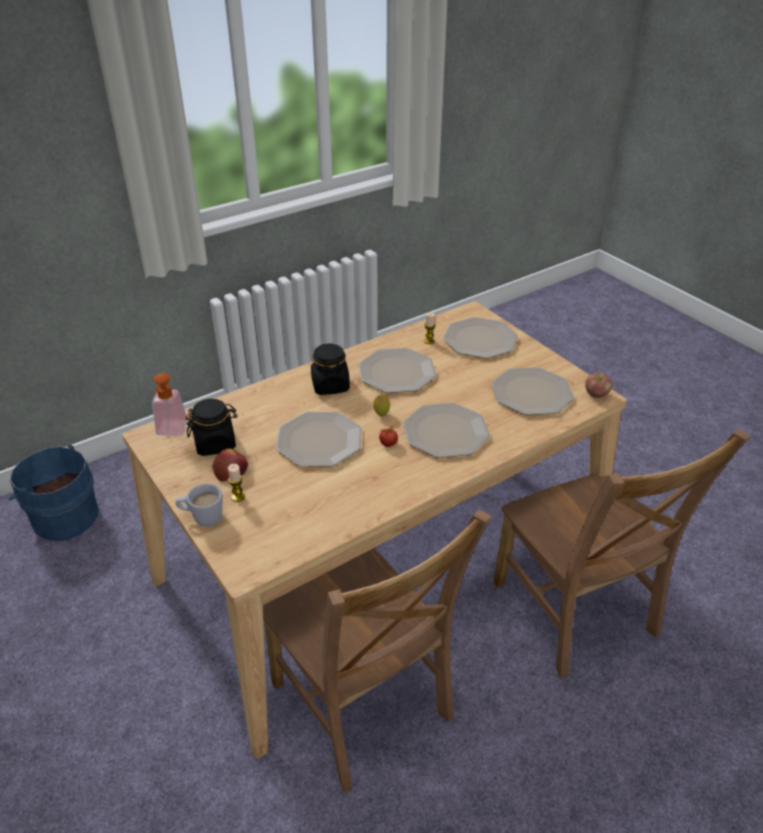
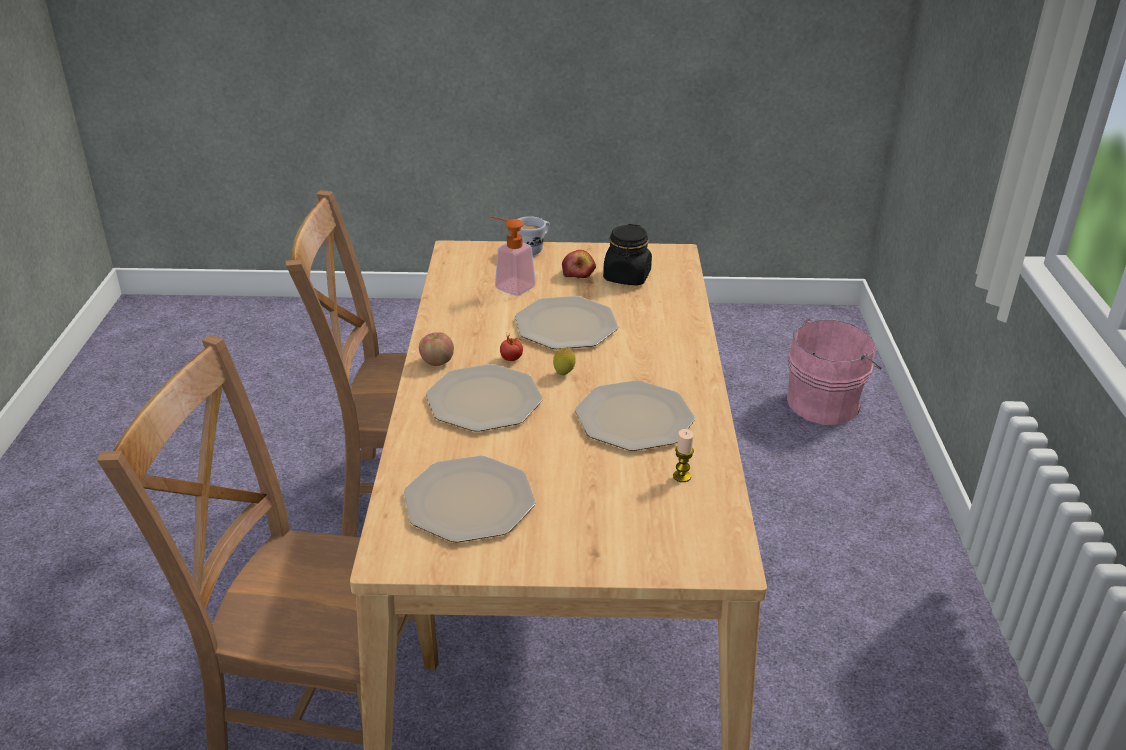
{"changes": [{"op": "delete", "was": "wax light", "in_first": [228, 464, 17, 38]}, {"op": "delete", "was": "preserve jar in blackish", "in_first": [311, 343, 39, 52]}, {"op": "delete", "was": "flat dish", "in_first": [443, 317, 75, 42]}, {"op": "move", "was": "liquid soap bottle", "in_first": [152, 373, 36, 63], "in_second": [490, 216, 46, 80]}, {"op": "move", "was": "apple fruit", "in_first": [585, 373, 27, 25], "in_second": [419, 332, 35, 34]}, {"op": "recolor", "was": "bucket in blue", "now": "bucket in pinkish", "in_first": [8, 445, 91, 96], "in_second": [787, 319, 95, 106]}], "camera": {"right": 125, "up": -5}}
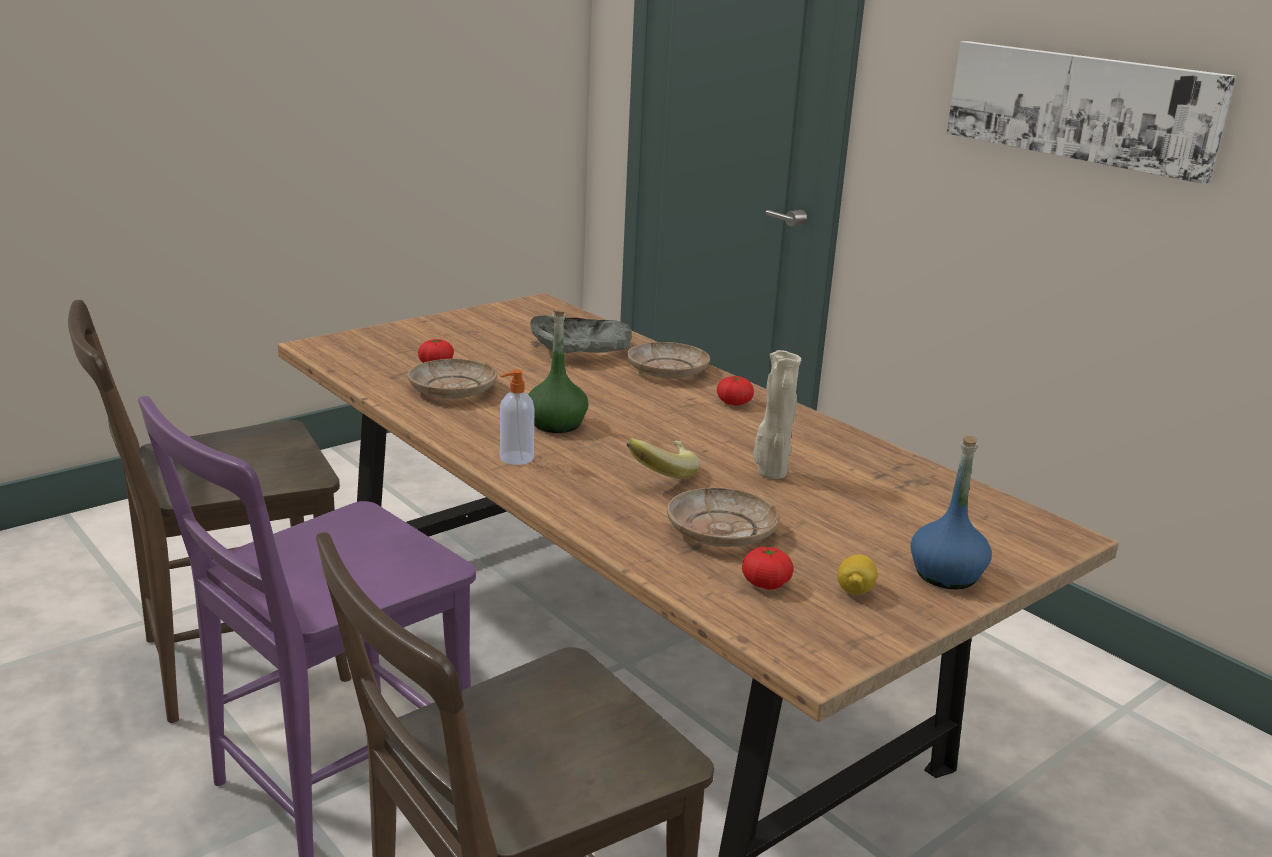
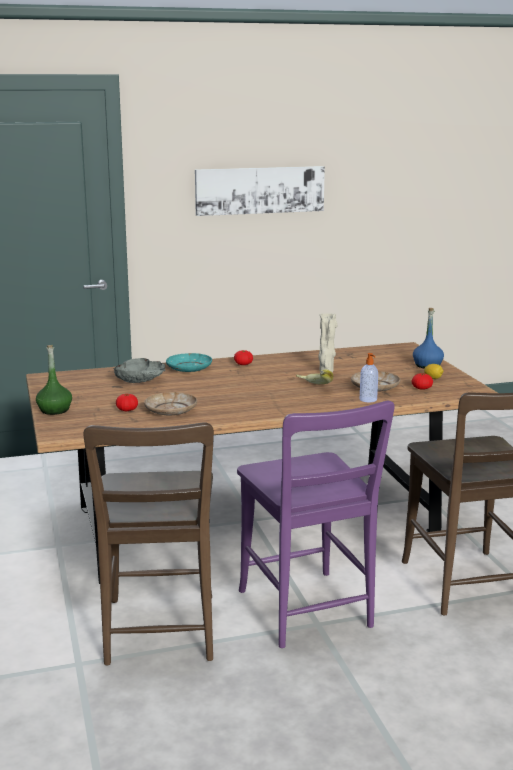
{"changes": [{"op": "move", "was": "liquid soap bottle", "in_first": [500, 369, 34, 96], "in_second": [360, 353, 18, 49]}, {"op": "move", "was": "beverage bottle in green", "in_first": [528, 310, 61, 123], "in_second": [36, 345, 36, 70]}, {"op": "recolor", "was": "flat dish in beige", "now": "flat dish in blue-green", "in_first": [627, 342, 83, 36], "in_second": [166, 353, 46, 19]}], "camera": {"right": -65, "up": -5}}
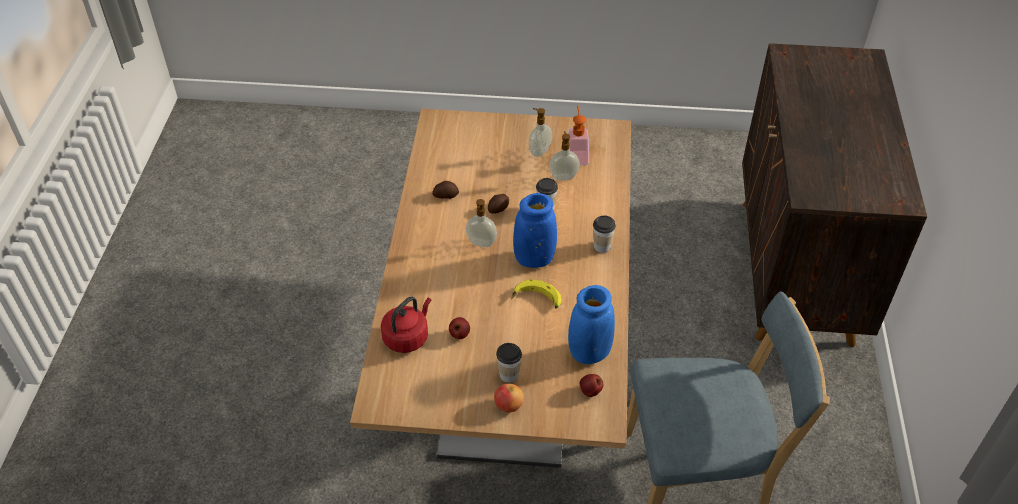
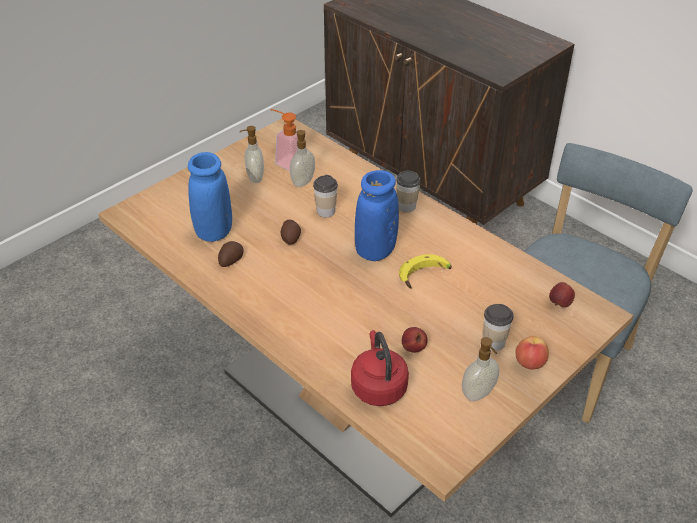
{"changes": [{"op": "move", "was": "liquid soap bottle", "in_first": [466, 199, 31, 48], "in_second": [462, 337, 38, 64]}, {"op": "move", "was": "flower vase in blue", "in_first": [568, 285, 47, 79], "in_second": [188, 152, 44, 90]}], "camera": {"right": -50, "up": -5}}
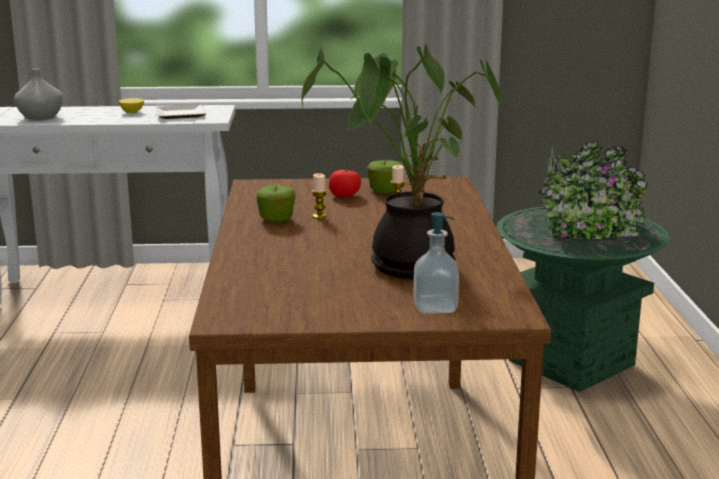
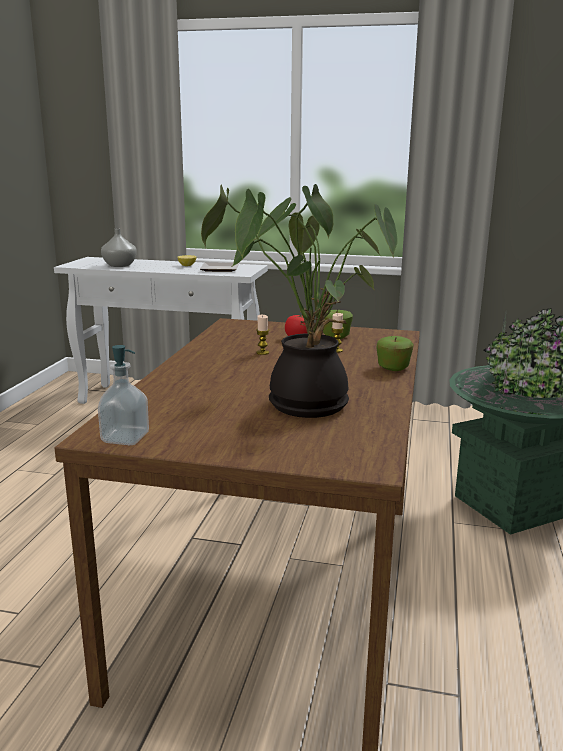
{"changes": [{"op": "move", "was": "apple fruit", "in_first": [257, 185, 38, 38], "in_second": [377, 336, 37, 35]}, {"op": "move", "was": "liquid soap bottle", "in_first": [413, 212, 46, 102], "in_second": [98, 345, 51, 100]}], "camera": {"right": 15, "up": 0}}
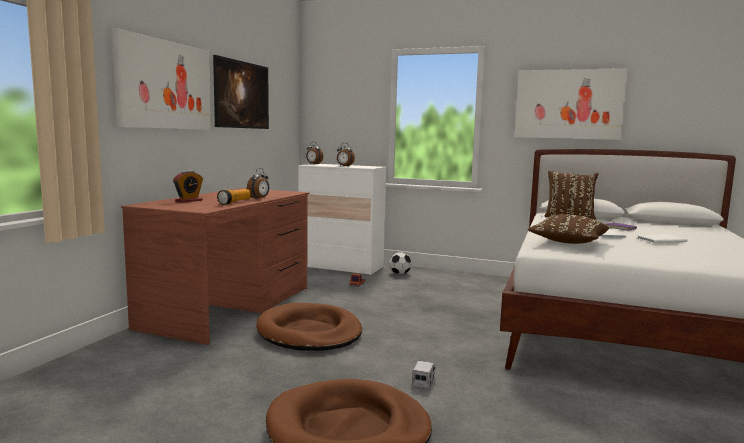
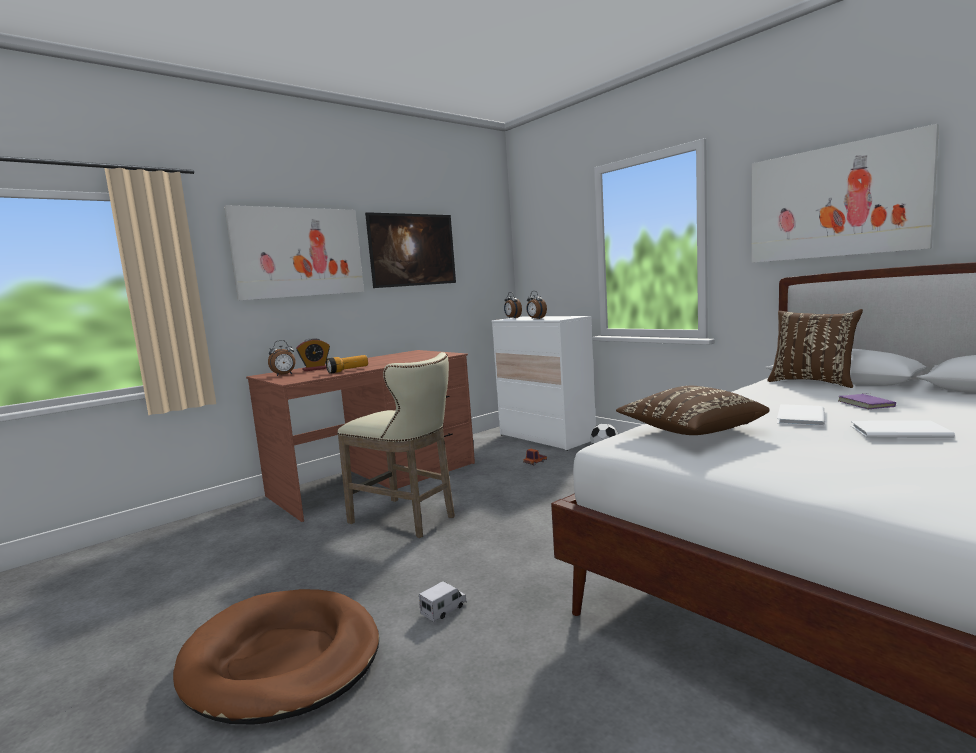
{"changes": [{"op": "move", "was": "bedside clock", "in_first": [247, 168, 22, 31], "in_second": [268, 340, 27, 36]}, {"op": "replace", "was": "dog cushion in brownish", "now": "stool seat in beige", "in_first": [256, 302, 106, 49], "in_second": [337, 352, 118, 186]}], "camera": {"right": 30, "up": 0}}
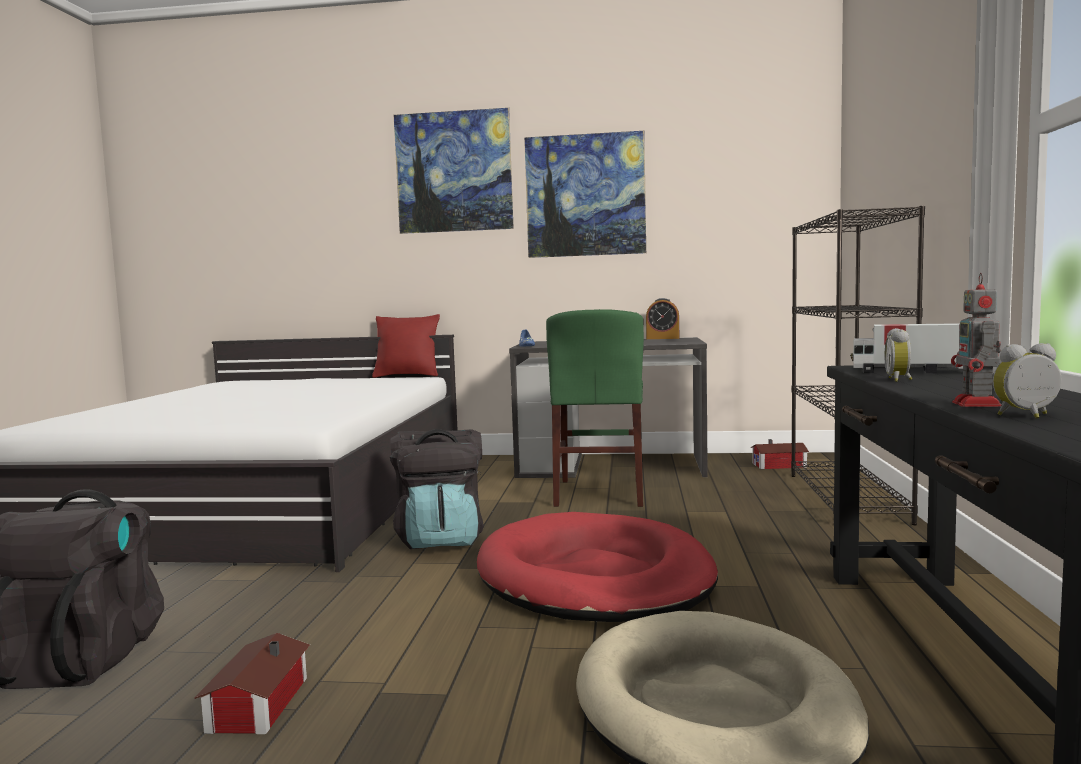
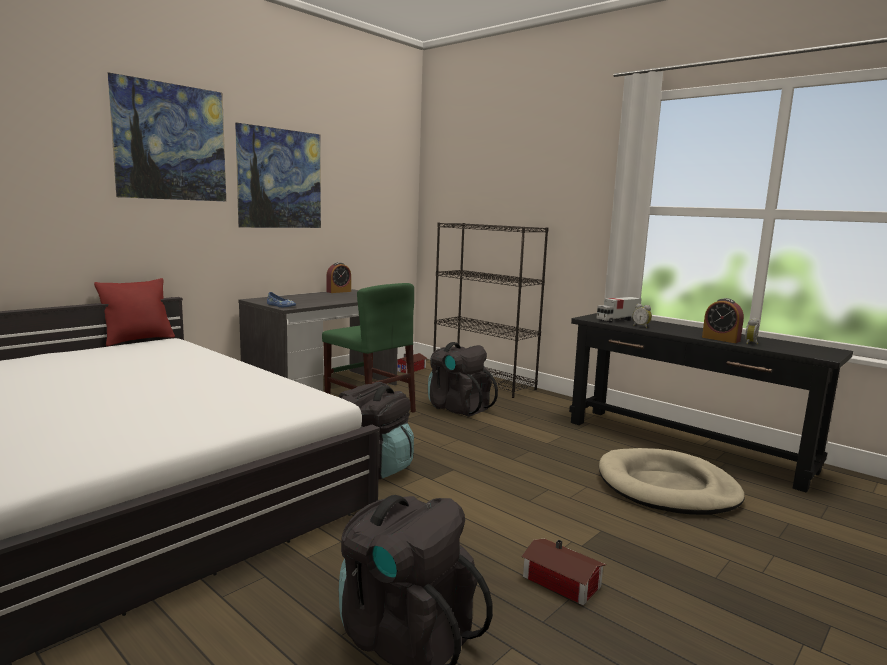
{"changes": [{"op": "delete", "was": "dog cushion in red", "in_first": [477, 512, 241, 110]}, {"op": "insert", "now": "rucksack in blackish", "in_second": [428, 342, 70, 75]}, {"op": "replace", "was": "robot figure", "now": "bedside clock", "in_first": [951, 273, 51, 134], "in_second": [702, 298, 42, 45]}], "camera": {"right": -55, "up": 5}}
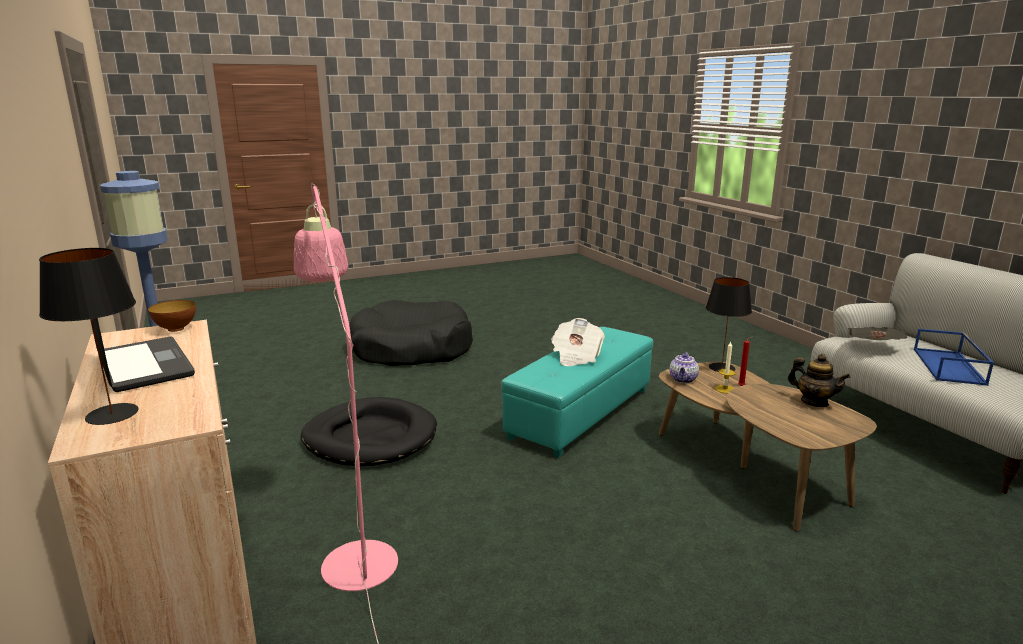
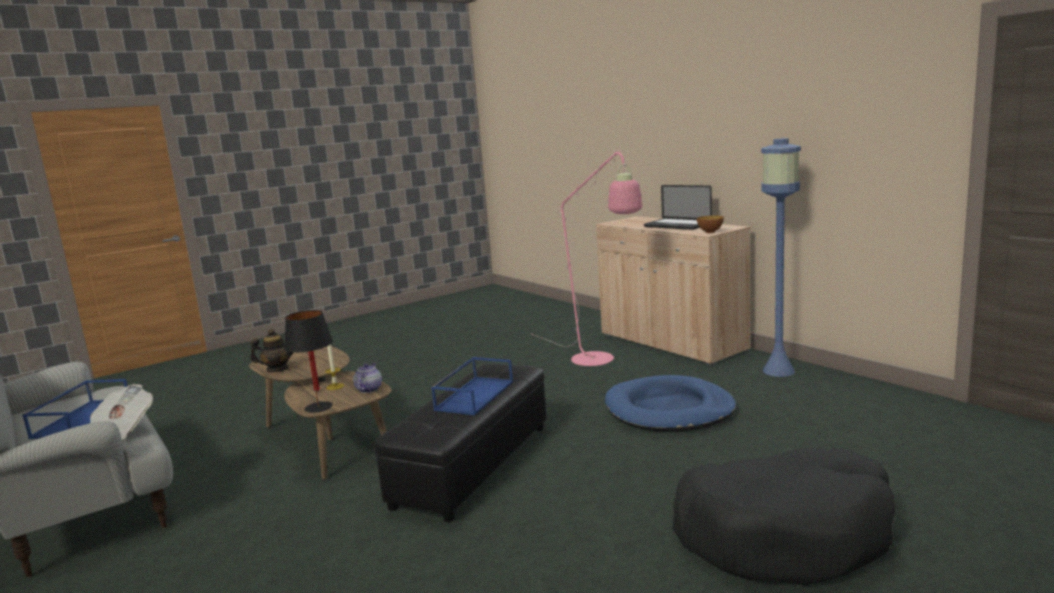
{"changes": [{"op": "delete", "was": "tabletop lamp in blackish", "in_first": [39, 248, 100, 177]}, {"op": "replace", "was": "newspaper", "now": "serving tray in blue", "in_first": [551, 318, 54, 48], "in_second": [431, 357, 82, 58]}, {"op": "recolor", "was": "dog cushion in blackish", "now": "dog cushion in blue", "in_first": [301, 397, 136, 69], "in_second": [605, 375, 131, 56]}, {"op": "recolor", "was": "pouffe in blue-green", "now": "pouffe in blackish", "in_first": [501, 327, 152, 131], "in_second": [373, 363, 173, 159]}, {"op": "rotate", "was": "tea pot", "in_first": [788, 354, 62, 53], "in_second": [250, 329, 44, 43], "clockwise": 135}], "camera": {"right": 170, "up": -5}}
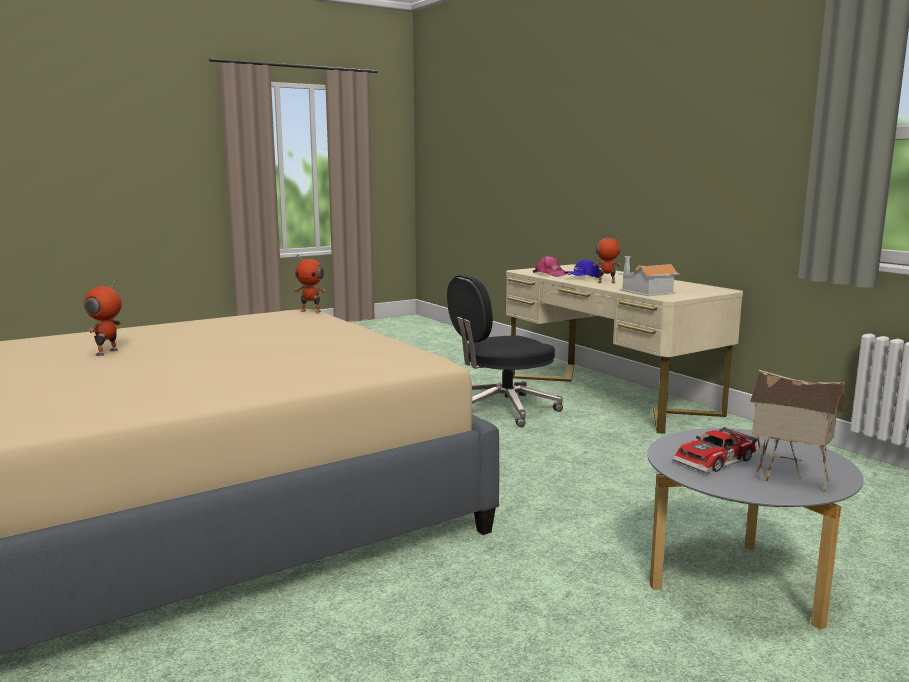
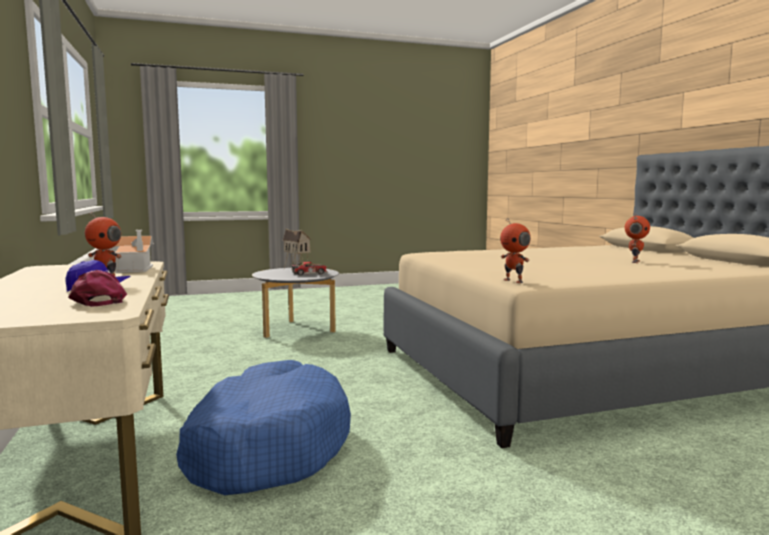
{"changes": [{"op": "replace", "was": "desk chair in blackish", "now": "dog cushion in blue", "in_first": [447, 275, 116, 152], "in_second": [176, 360, 175, 135]}, {"op": "rotate", "was": "robot figure", "in_first": [295, 254, 31, 59], "in_second": [500, 219, 31, 64], "clockwise": -150}], "camera": {"right": -165, "up": -5}}
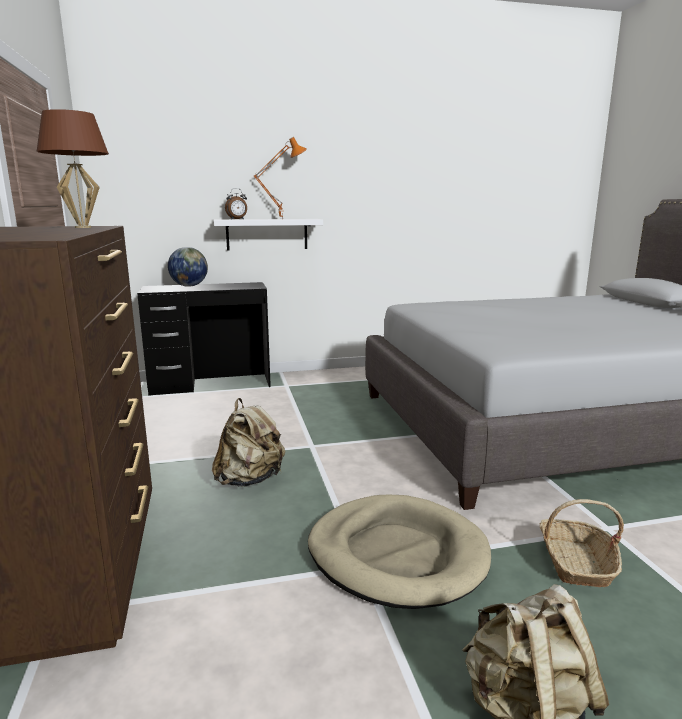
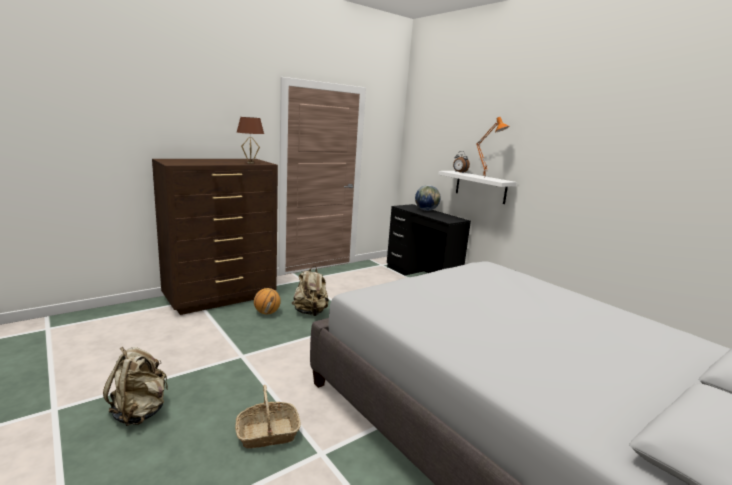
{"changes": [{"op": "delete", "was": "dog cushion in beige", "in_first": [308, 495, 183, 114]}, {"op": "insert", "now": "basketball", "in_second": [254, 288, 27, 26]}], "camera": {"right": 65, "up": 0}}
